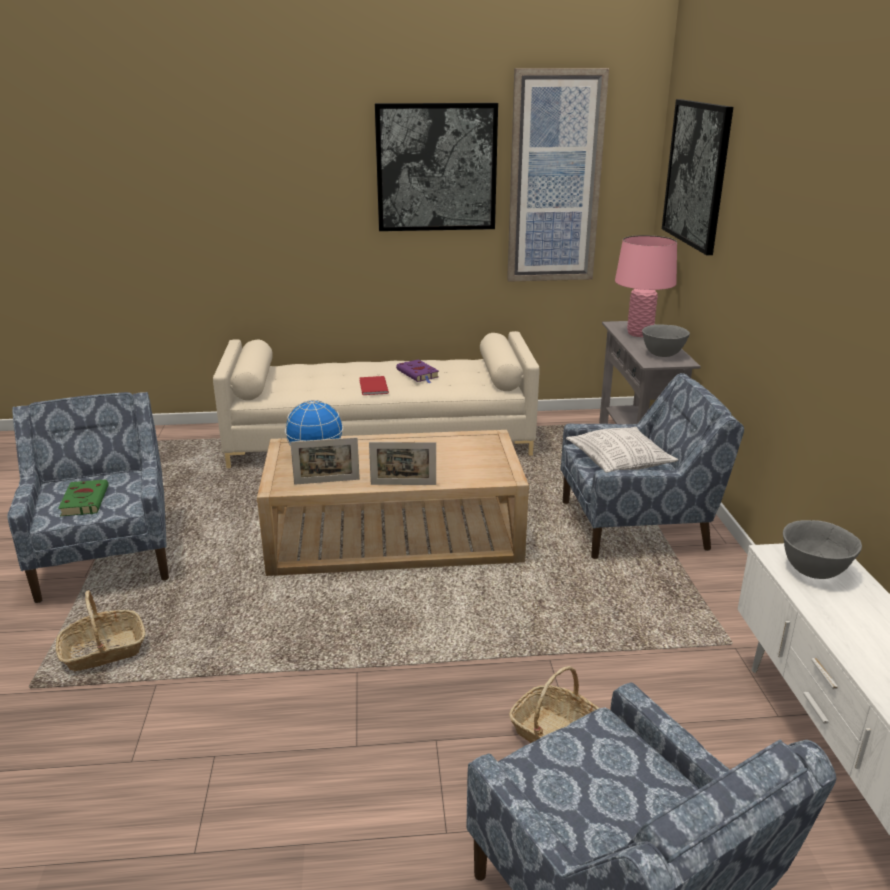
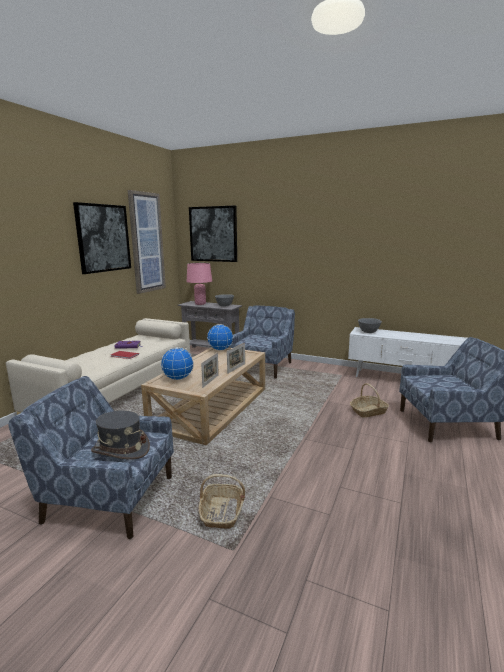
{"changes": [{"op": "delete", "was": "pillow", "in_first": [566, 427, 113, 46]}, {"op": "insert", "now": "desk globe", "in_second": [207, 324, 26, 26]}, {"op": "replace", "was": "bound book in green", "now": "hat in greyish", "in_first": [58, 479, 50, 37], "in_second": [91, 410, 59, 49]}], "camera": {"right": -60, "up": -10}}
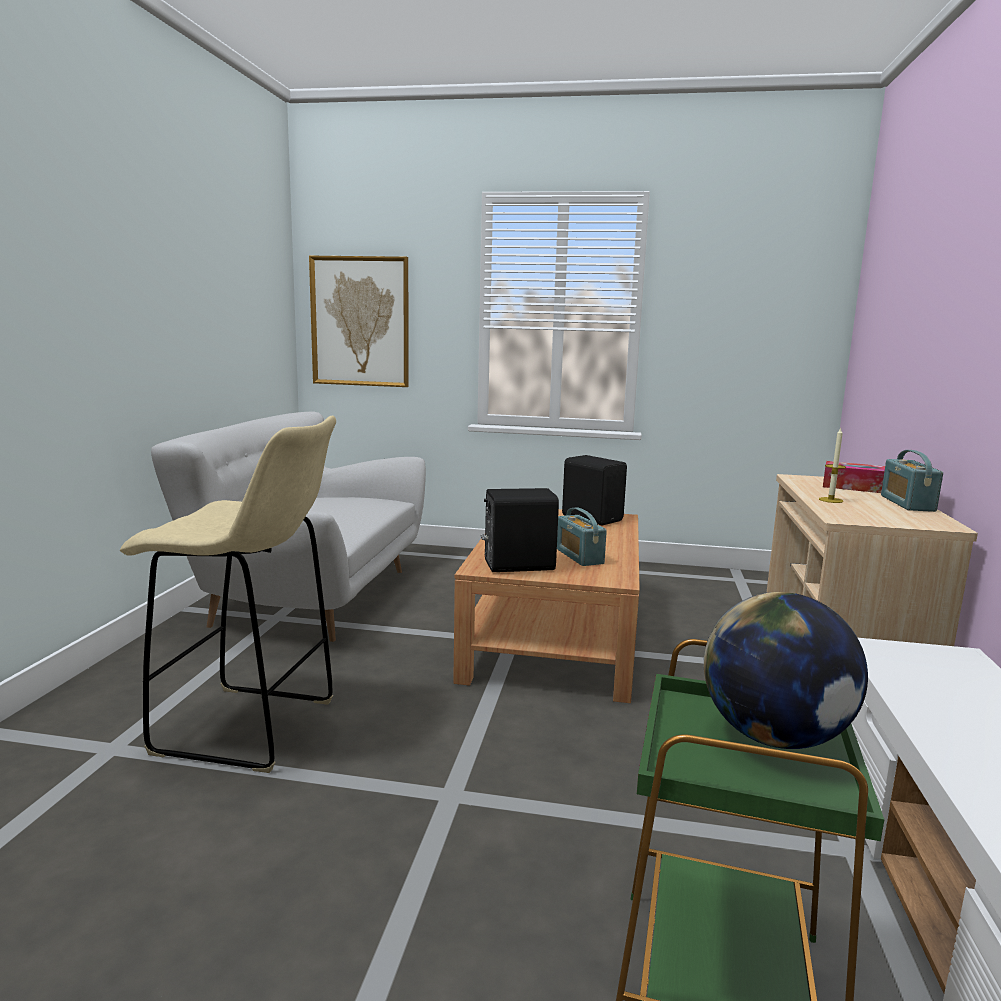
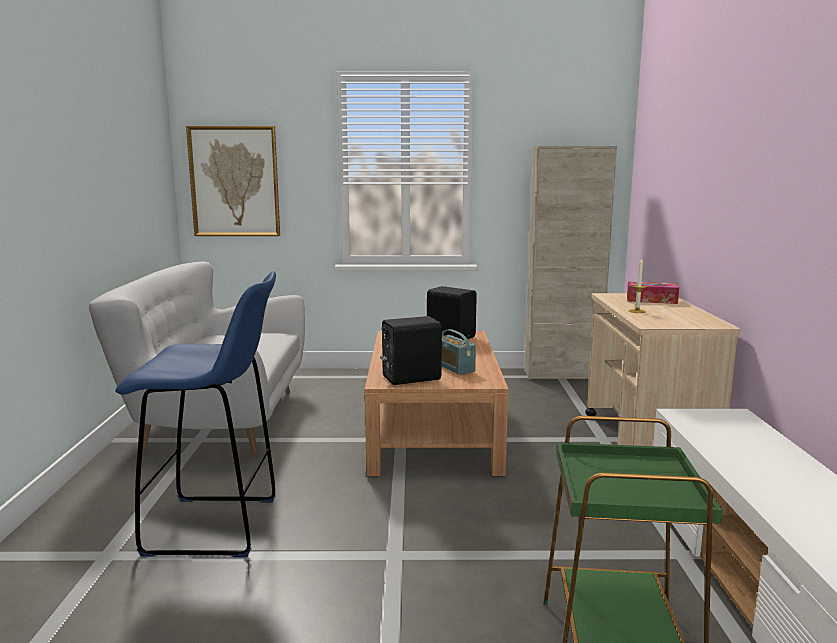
{"changes": [{"op": "delete", "was": "desk globe", "in_first": [704, 592, 164, 157]}, {"op": "delete", "was": "radio", "in_first": [881, 450, 62, 62]}, {"op": "insert", "now": "cupboard in beige", "in_second": [524, 146, 93, 234]}, {"op": "recolor", "was": "stool seat in beige", "now": "stool seat in blue", "in_first": [120, 416, 216, 357], "in_second": [115, 271, 161, 286]}], "camera": {"right": -10, "up": 0}}
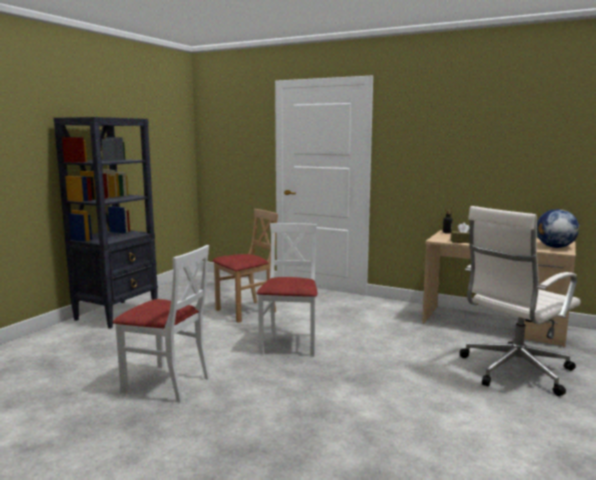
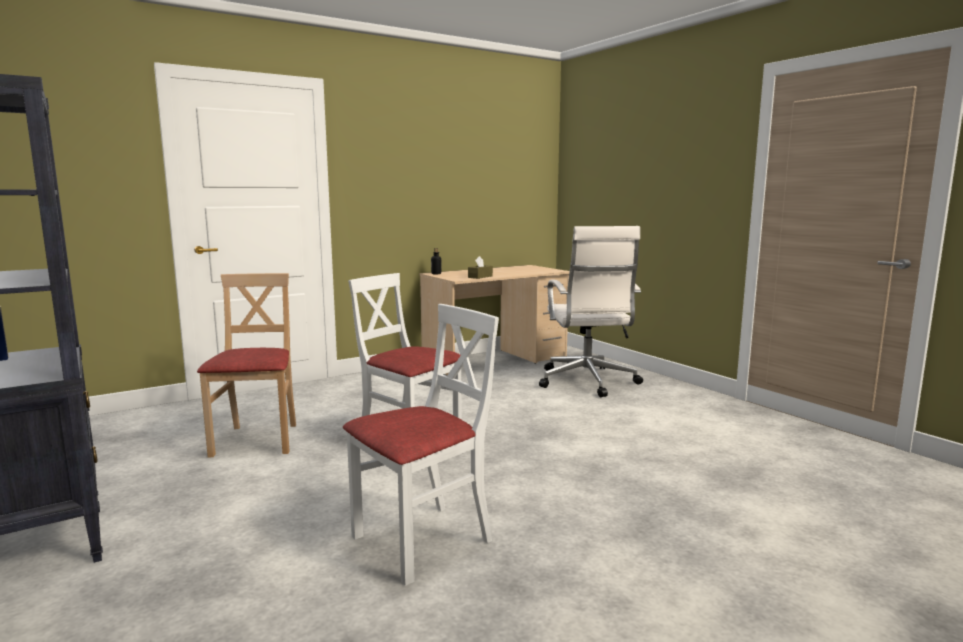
{"changes": [{"op": "delete", "was": "desk globe", "in_first": [537, 209, 42, 39]}], "camera": {"right": -60, "up": 0}}
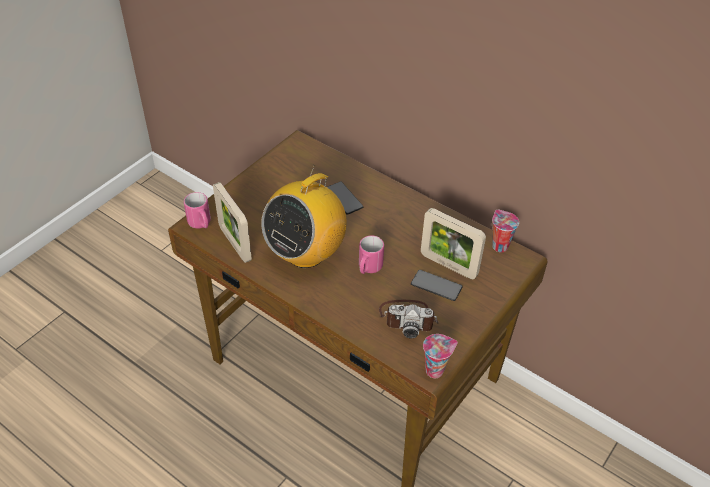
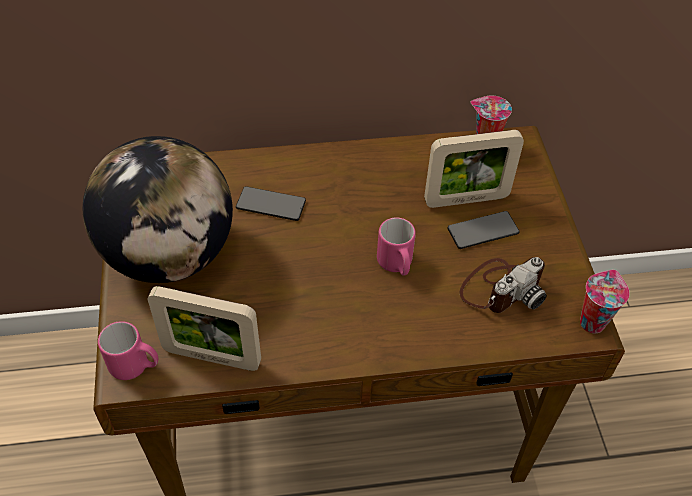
{"changes": [{"op": "delete", "was": "radio", "in_first": [261, 165, 86, 103]}, {"op": "insert", "now": "desk globe", "in_second": [83, 136, 150, 147]}], "camera": {"right": -45, "up": 5}}
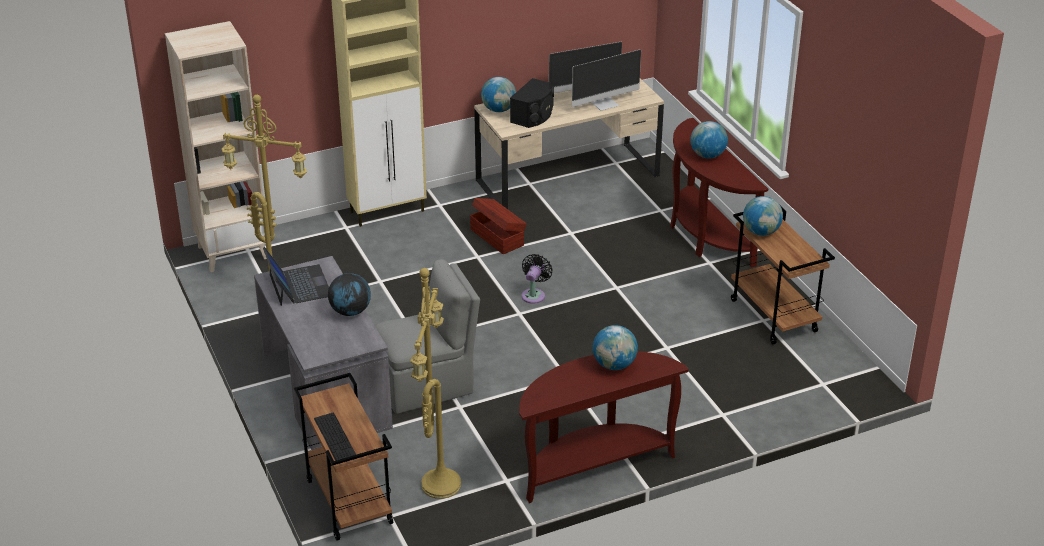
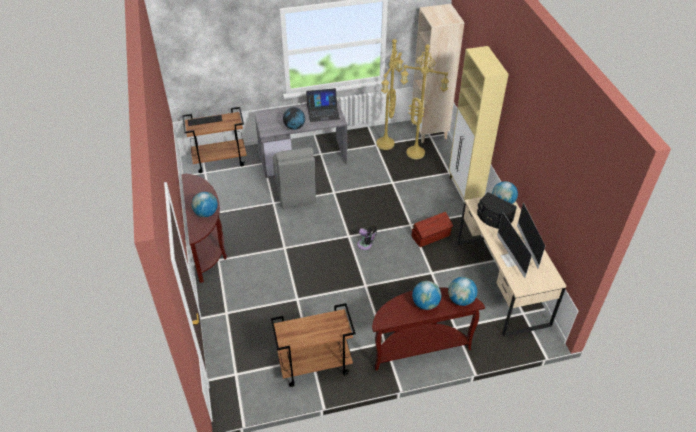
{"changes": [{"op": "move", "was": "standing lamp in yellow", "in_first": [410, 268, 51, 231], "in_second": [400, 44, 49, 115]}, {"op": "move", "was": "desk globe", "in_first": [743, 196, 40, 40], "in_second": [448, 277, 29, 29]}], "camera": {"right": 100, "up": 10}}
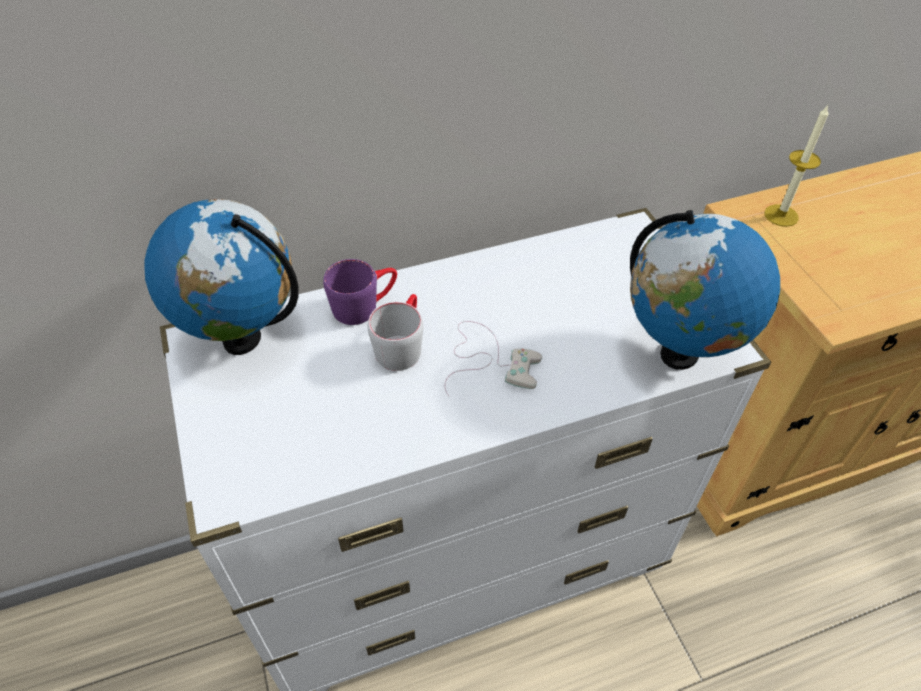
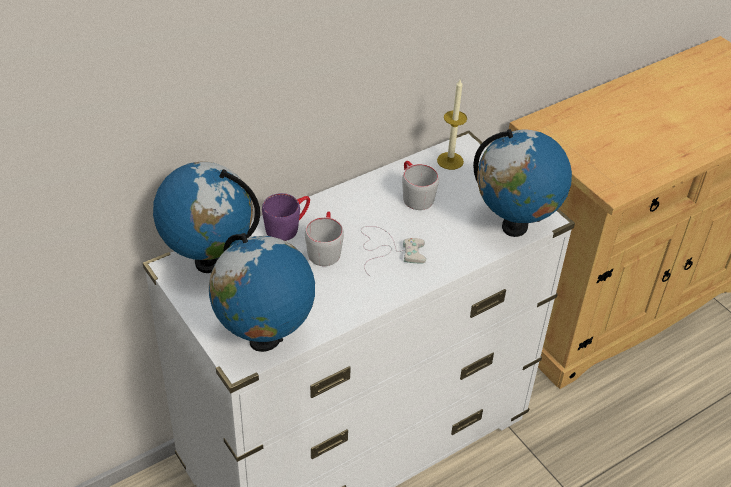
{"changes": [{"op": "insert", "now": "desk globe", "in_second": [209, 233, 106, 119]}, {"op": "insert", "now": "coffee mug in greyish", "in_second": [402, 161, 37, 49]}, {"op": "move", "was": "wax light", "in_first": [764, 105, 64, 122], "in_second": [437, 80, 30, 90]}], "camera": {"right": -15, "up": -5}}
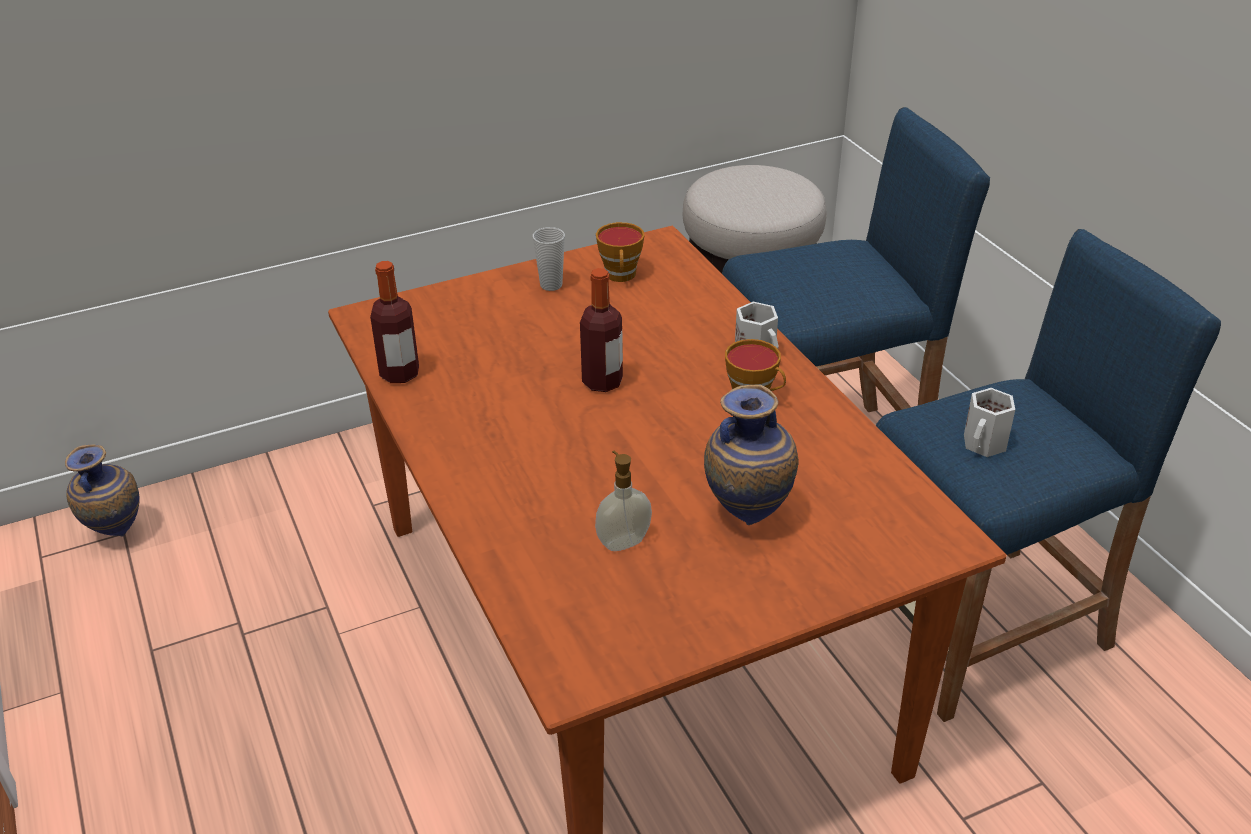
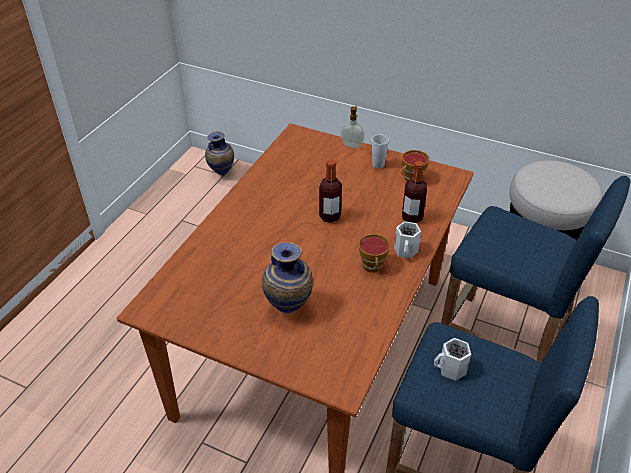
{"changes": [{"op": "move", "was": "beverage bottle", "in_first": [370, 261, 49, 122], "in_second": [402, 161, 25, 62]}, {"op": "move", "was": "liquid soap bottle", "in_first": [595, 451, 57, 100], "in_second": [341, 106, 23, 42]}], "camera": {"right": 50, "up": 5}}
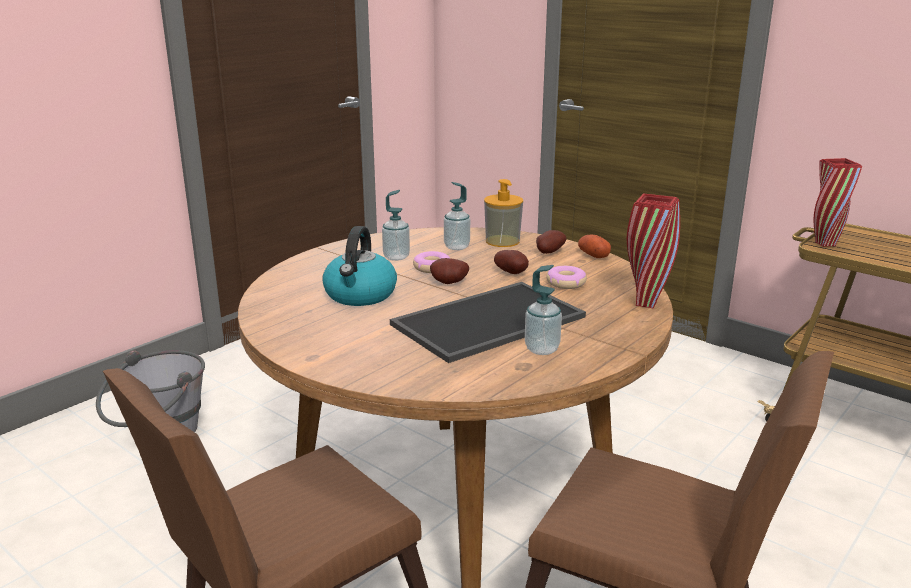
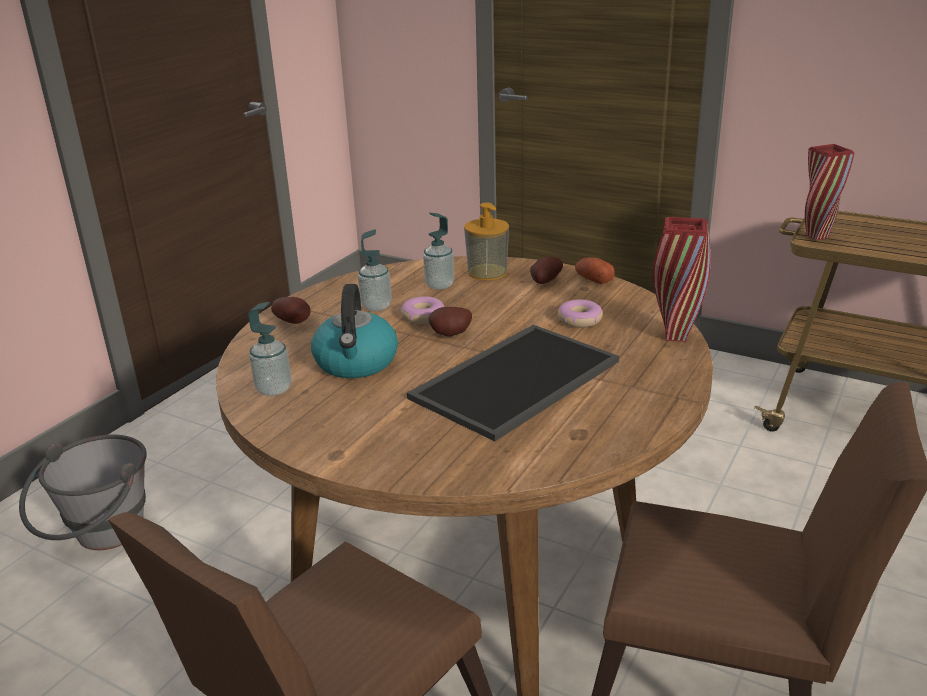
{"changes": [{"op": "move", "was": "spud", "in_first": [494, 250, 35, 24], "in_second": [271, 297, 40, 27]}, {"op": "move", "was": "liquid soap bottle", "in_first": [525, 265, 37, 90], "in_second": [248, 302, 44, 94]}], "camera": {"right": -10, "up": 5}}
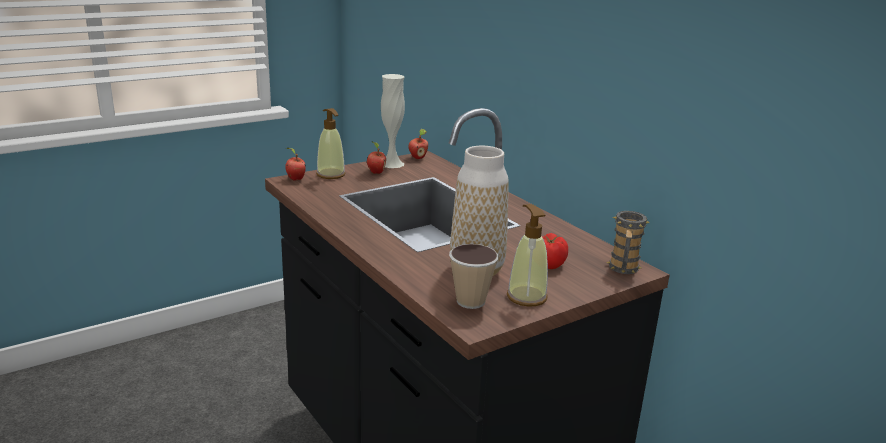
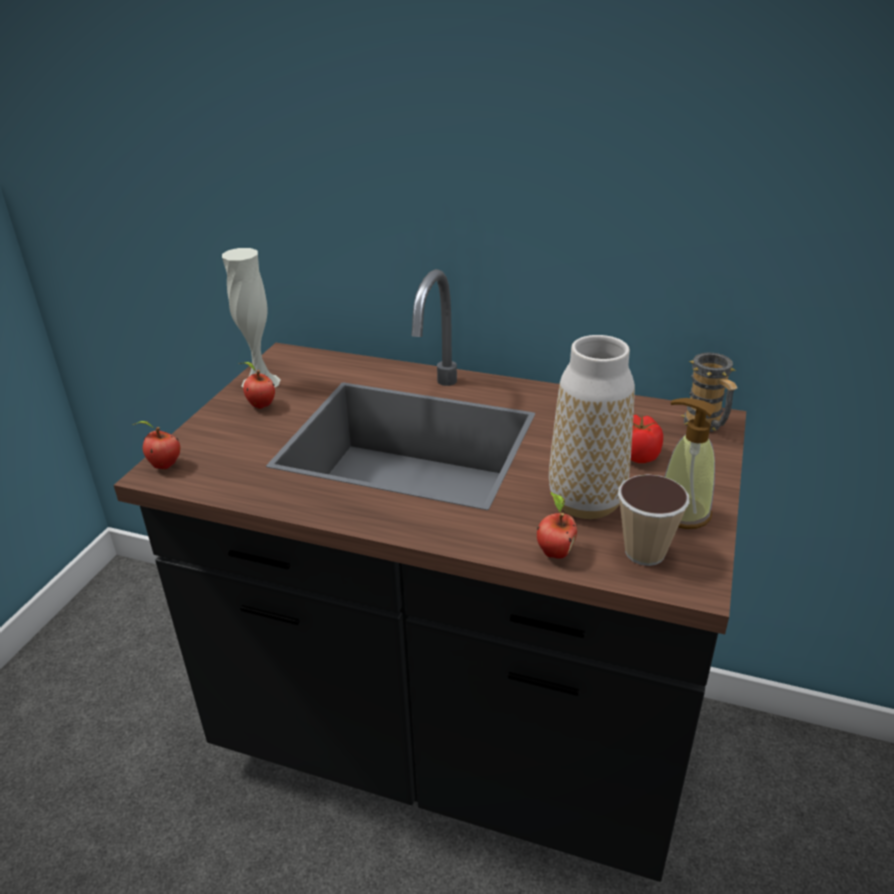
{"changes": [{"op": "delete", "was": "liquid soap bottle", "in_first": [316, 108, 30, 71]}, {"op": "move", "was": "apple fruit", "in_first": [409, 129, 19, 30], "in_second": [537, 492, 40, 67]}], "camera": {"right": -35, "up": 10}}
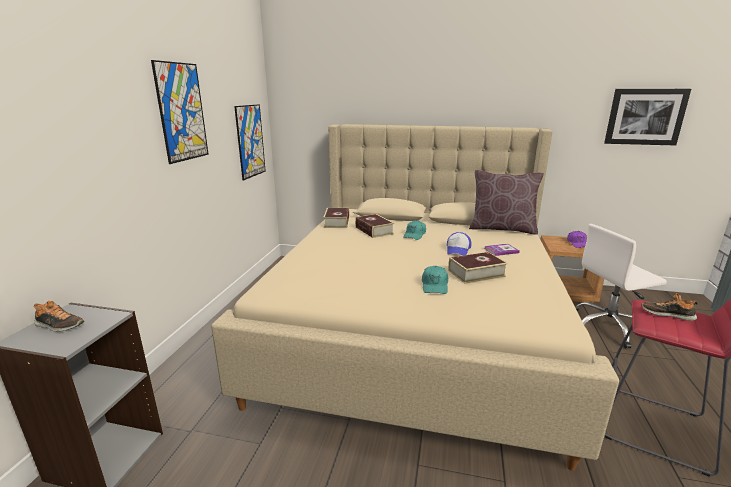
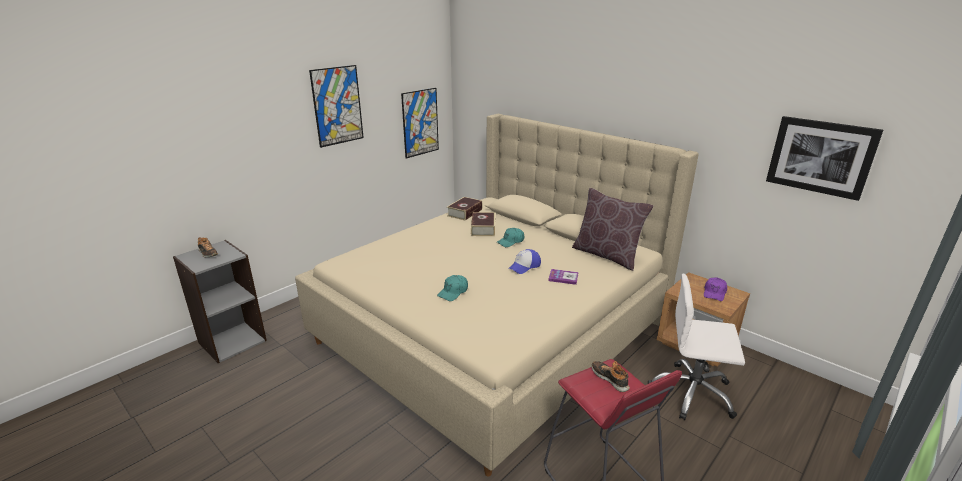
{"changes": [{"op": "delete", "was": "bound book", "in_first": [448, 252, 60, 32]}], "camera": {"right": 30, "up": 5}}
